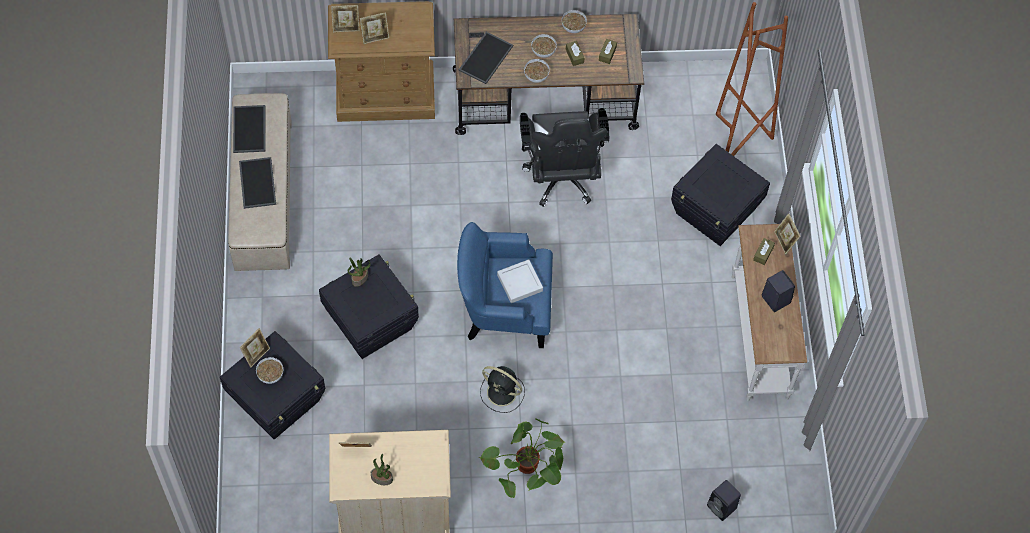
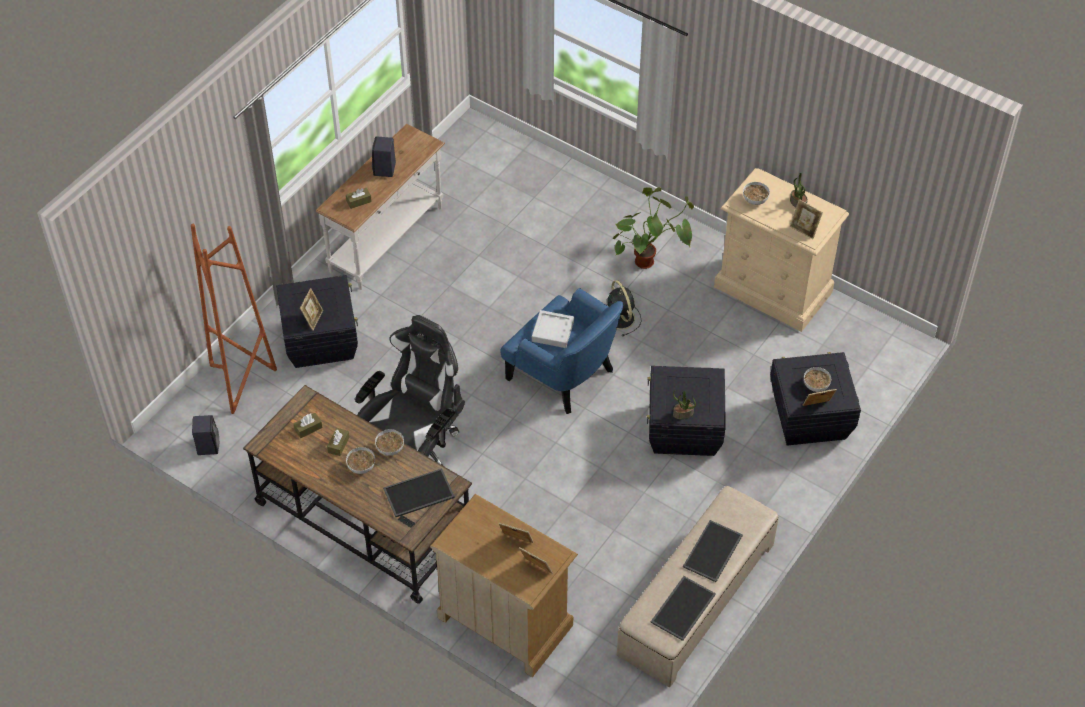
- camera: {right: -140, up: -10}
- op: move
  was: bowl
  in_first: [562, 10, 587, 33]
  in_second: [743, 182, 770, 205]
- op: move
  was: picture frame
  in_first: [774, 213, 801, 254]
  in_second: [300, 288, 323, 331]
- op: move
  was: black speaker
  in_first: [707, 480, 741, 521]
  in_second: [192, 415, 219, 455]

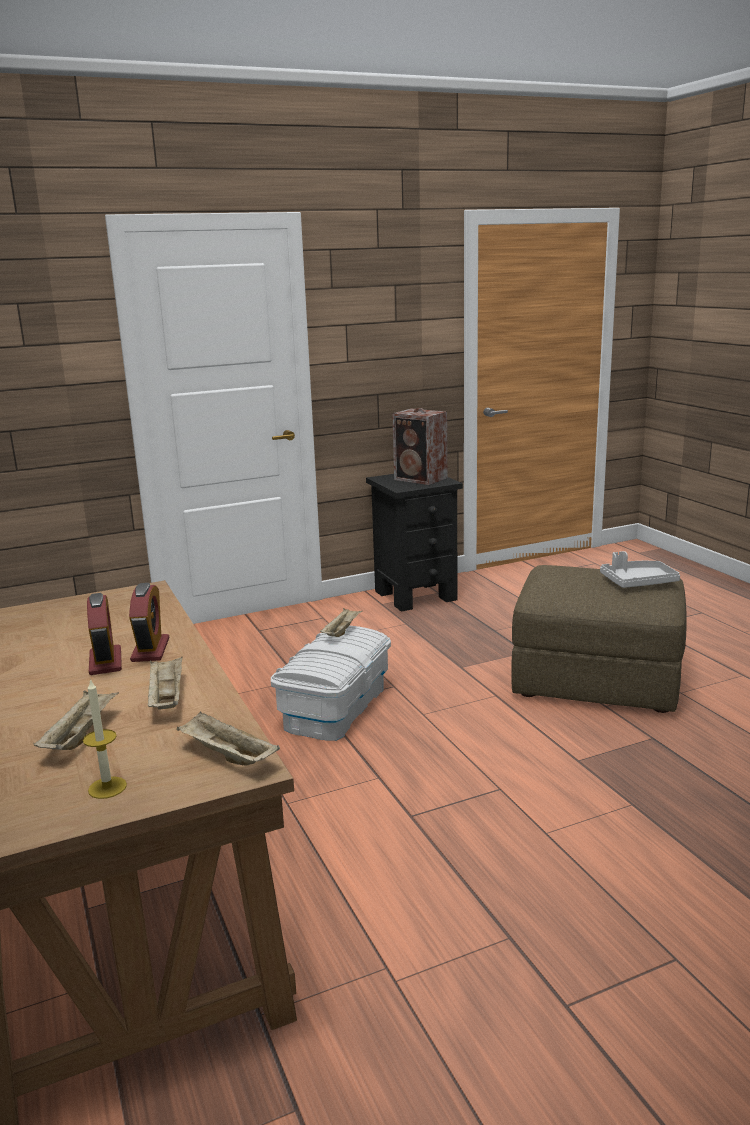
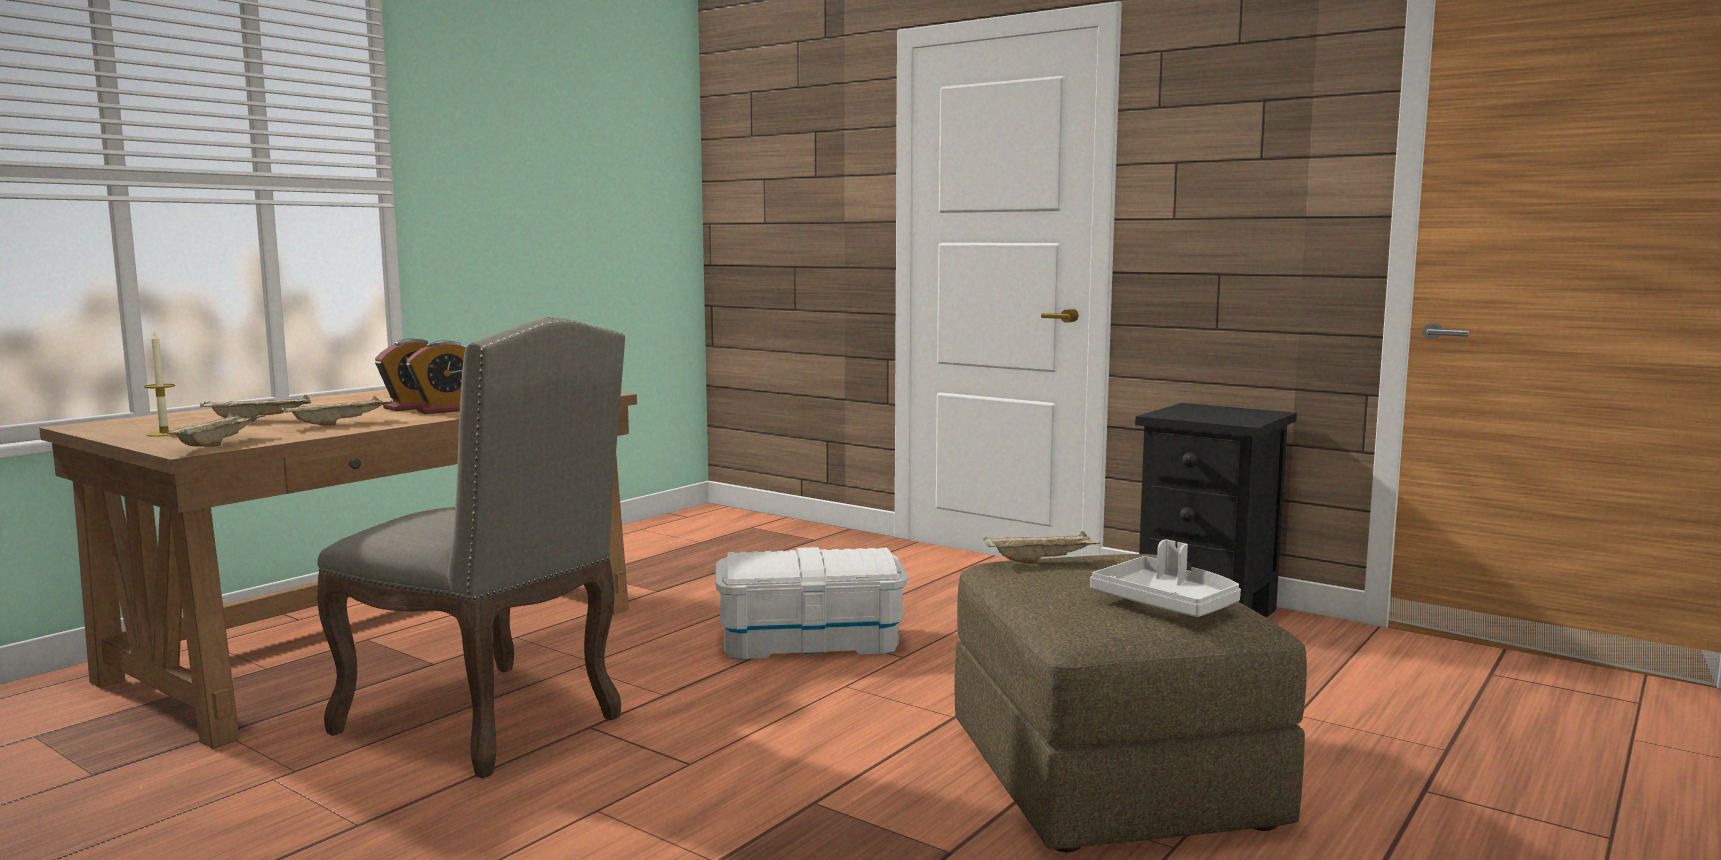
- camera: {right: 60, up: -10}
- op: delete
  was: speaker
  in_first: [392, 408, 447, 485]
- op: move
  was: beige tray
  in_first: [320, 608, 362, 637]
  in_second: [983, 531, 1100, 564]
- op: insert
  now: grey chair
  in_second: [317, 317, 625, 778]

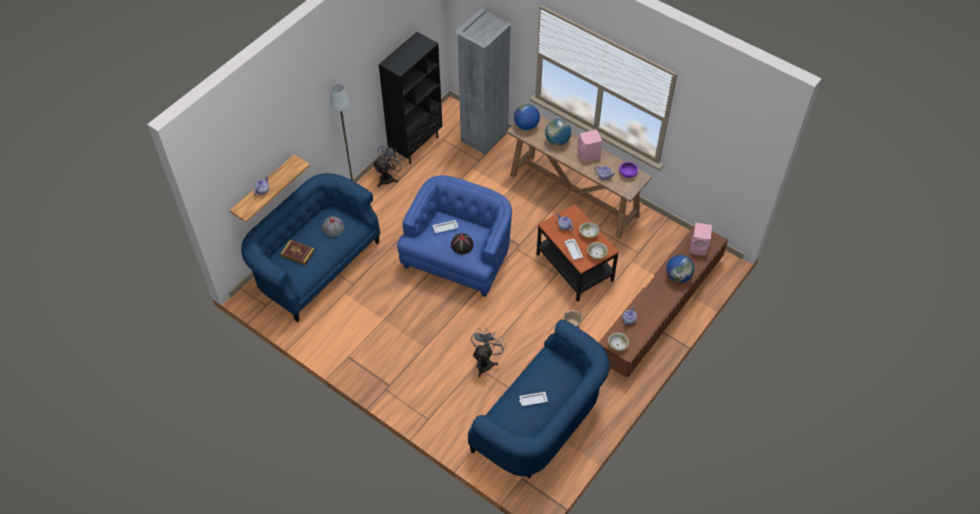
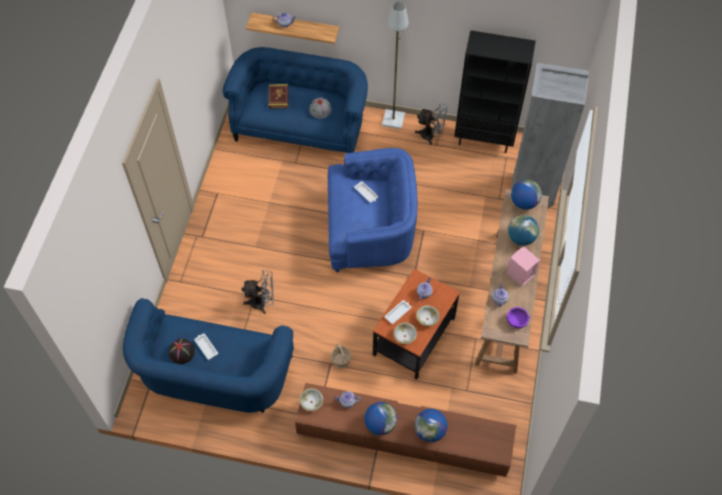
- camera: {right: 65, up: 5}
- op: delete
  was: pink speaker
  in_first: [690, 223, 712, 255]
- op: move
  was: black hat
  in_first: [451, 233, 474, 254]
  in_second: [169, 339, 195, 364]
- op: insert
  now: globe
  in_second: [364, 402, 397, 435]

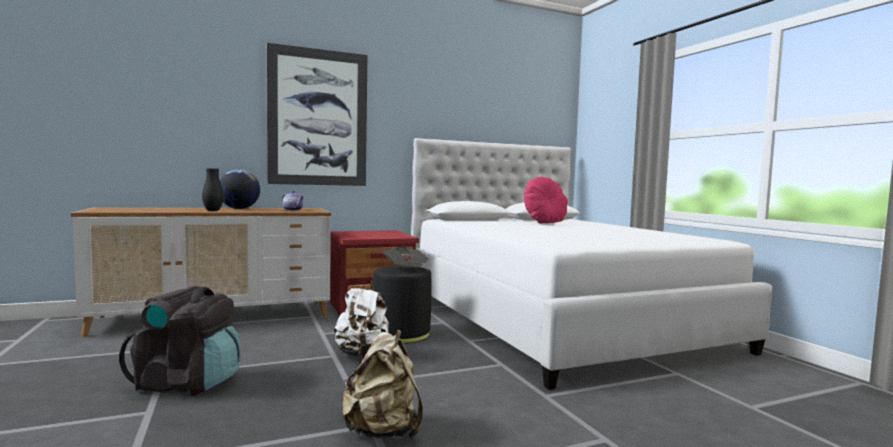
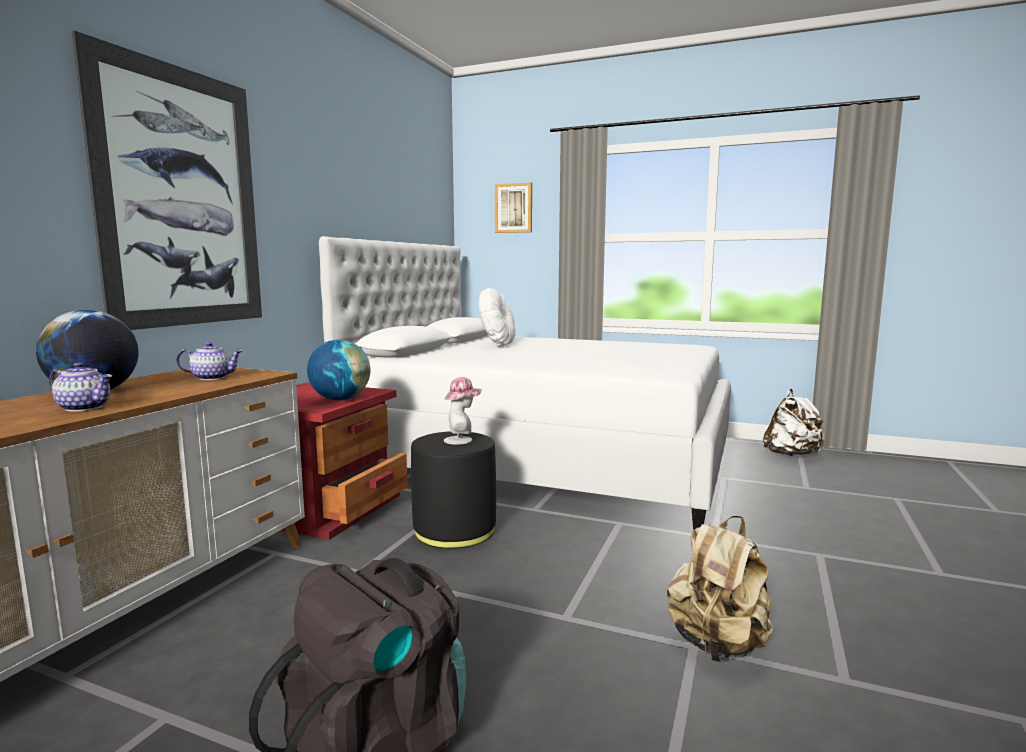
- camera: {right: -45, up: 5}
- op: replace
  was: black vase
  now: teapot
  in_first: [202, 168, 224, 211]
  in_second: [49, 362, 112, 412]
- op: recolor
  was: pink pillow
  now: white pillow
  in_first: [524, 177, 568, 224]
  in_second: [479, 288, 515, 347]
- op: replace
  was: newspaper
  now: hat
  in_first: [382, 247, 429, 267]
  in_second: [444, 377, 482, 445]
- op: move
  was: white backpack
  in_first: [334, 281, 389, 359]
  in_second: [763, 389, 825, 456]
- op: insert
  now: picture
  in_second: [495, 182, 532, 233]
- op: insert
  now: globe
  in_second: [307, 340, 370, 400]

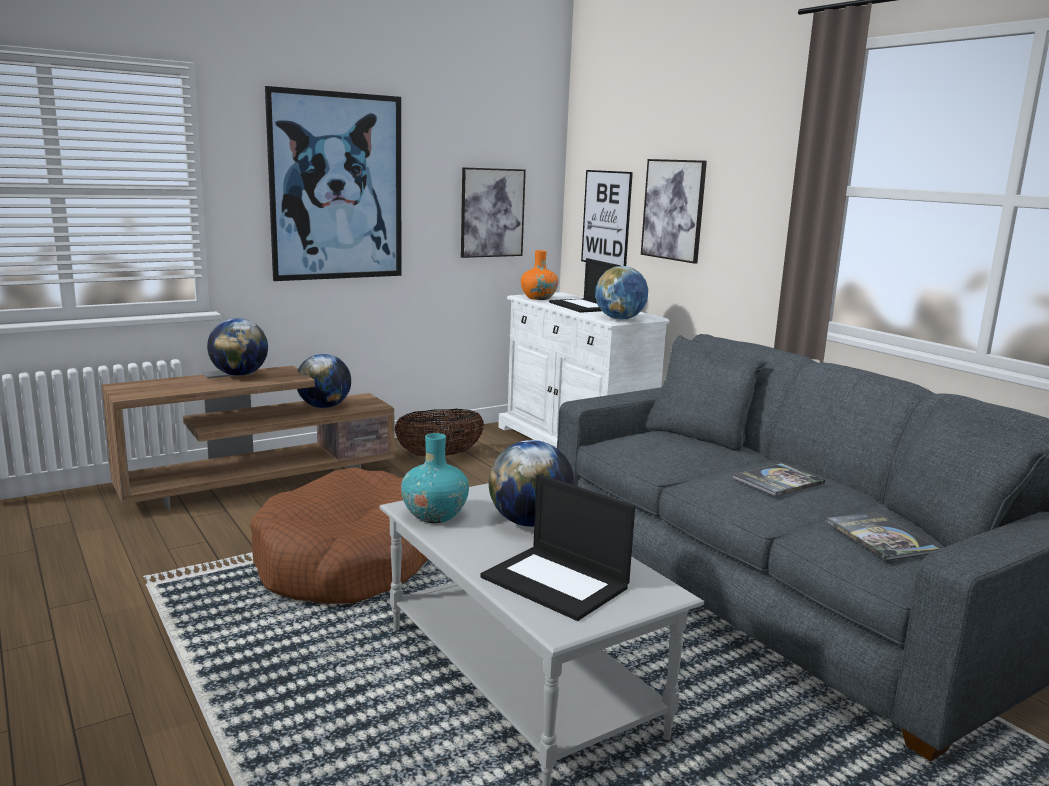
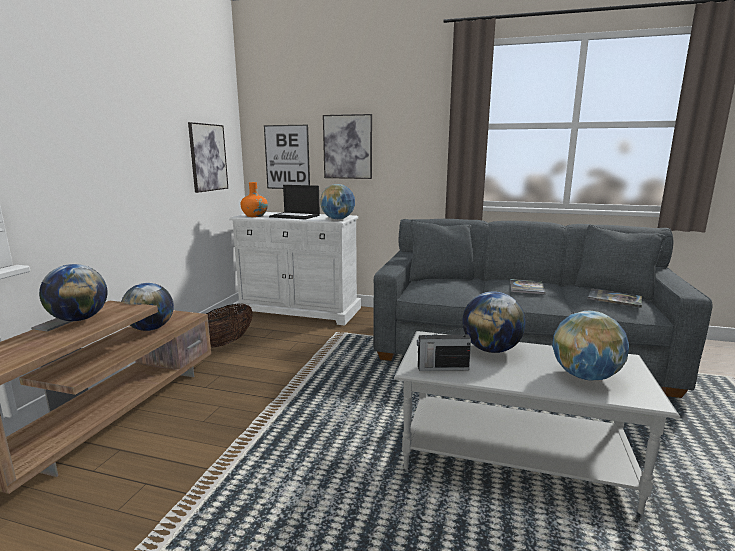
- camera: {right: -40, up: 0}
- op: delete
  was: picture
  in_first: [265, 86, 401, 281]
- op: replace
  was: turquoise vase
  now: radio
  in_first: [401, 433, 469, 523]
  in_second: [417, 327, 471, 371]
- op: delete
  was: brown dog bed
  in_first: [250, 467, 428, 604]
- op: replace
  was: laptop
  now: globe
  in_first: [480, 474, 635, 621]
  in_second: [552, 311, 629, 380]

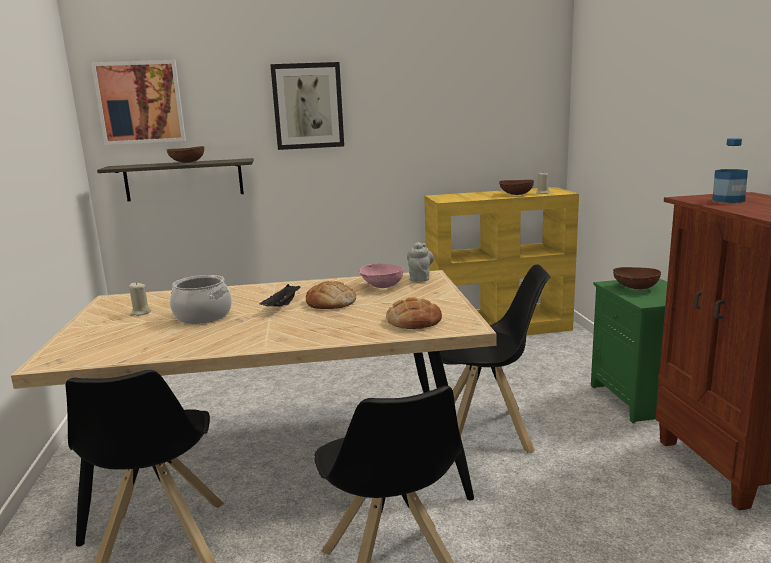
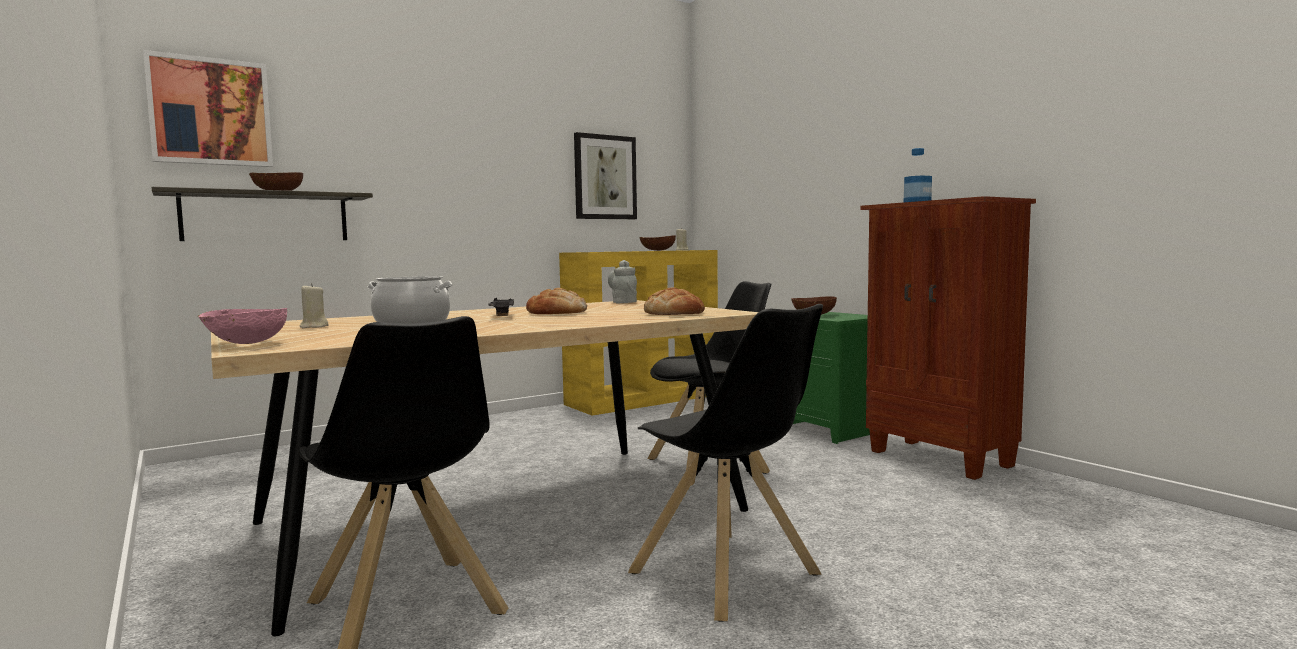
- camera: {right: -25, up: -10}
- op: move
  was: picture
  in_first: [270, 62, 344, 150]
  in_second: [574, 132, 637, 219]
- op: move
  was: pink bowl
  in_first: [359, 264, 403, 288]
  in_second: [198, 308, 287, 344]

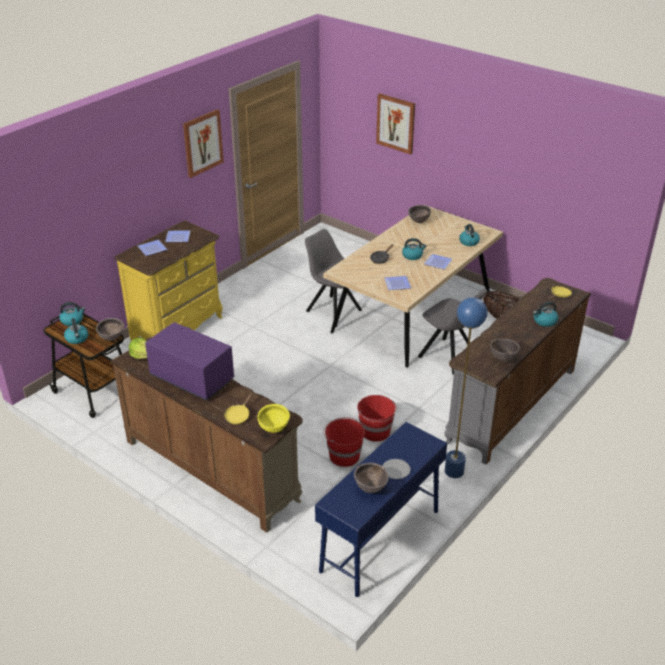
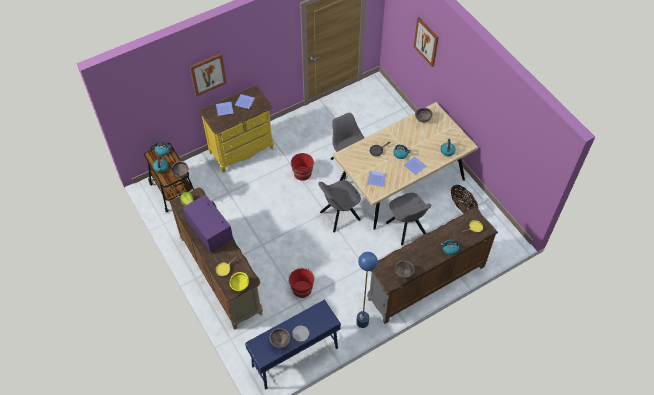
- camera: {right: 20, up: 20}
- op: move
  was: picture
  in_first: [183, 109, 224, 178]
  in_second: [190, 54, 226, 96]
- op: move
  was: red bucket
  in_first: [357, 395, 397, 442]
  in_second: [291, 153, 314, 181]
- op: insert
  now: grey chair
  in_second: [318, 180, 361, 232]

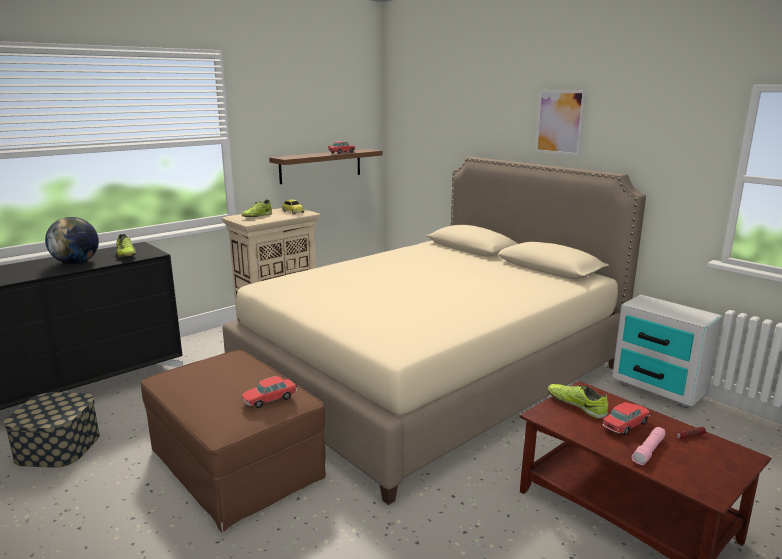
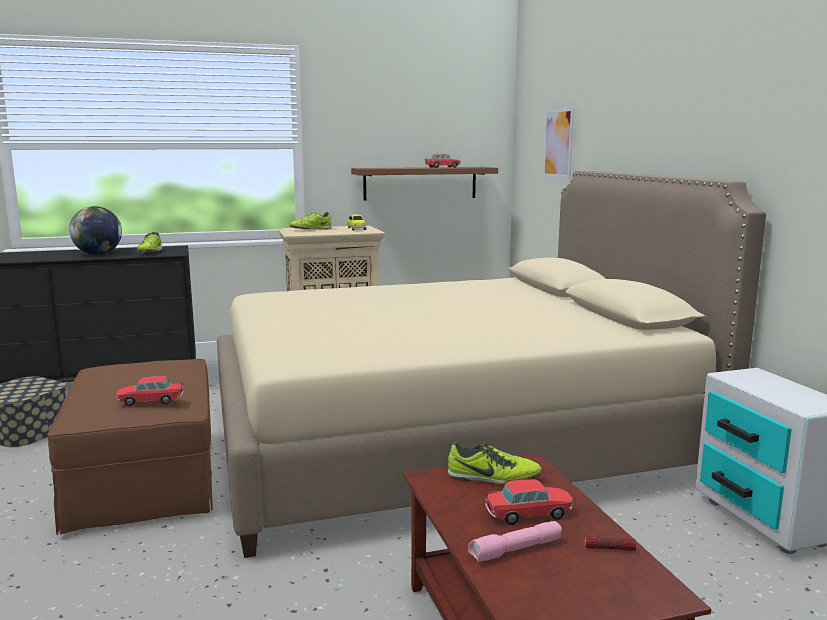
- camera: {right: 25, up: -5}
- op: move
  was: picture
  in_first: [535, 90, 586, 156]
  in_second: [543, 108, 574, 179]
- op: rotate
  was: shoe
  in_first: [548, 384, 608, 419]
  in_second: [448, 442, 542, 484]
  clockwise: 120

